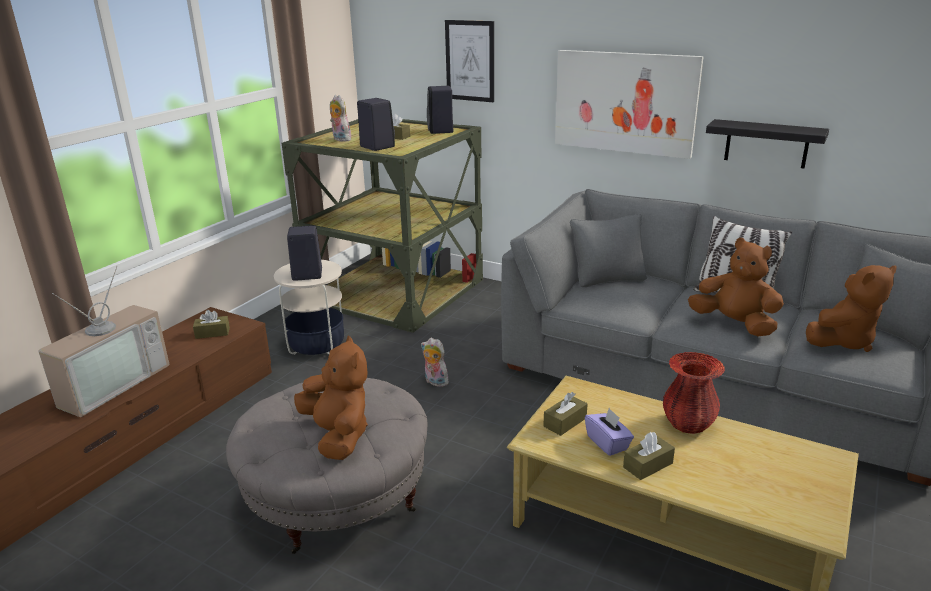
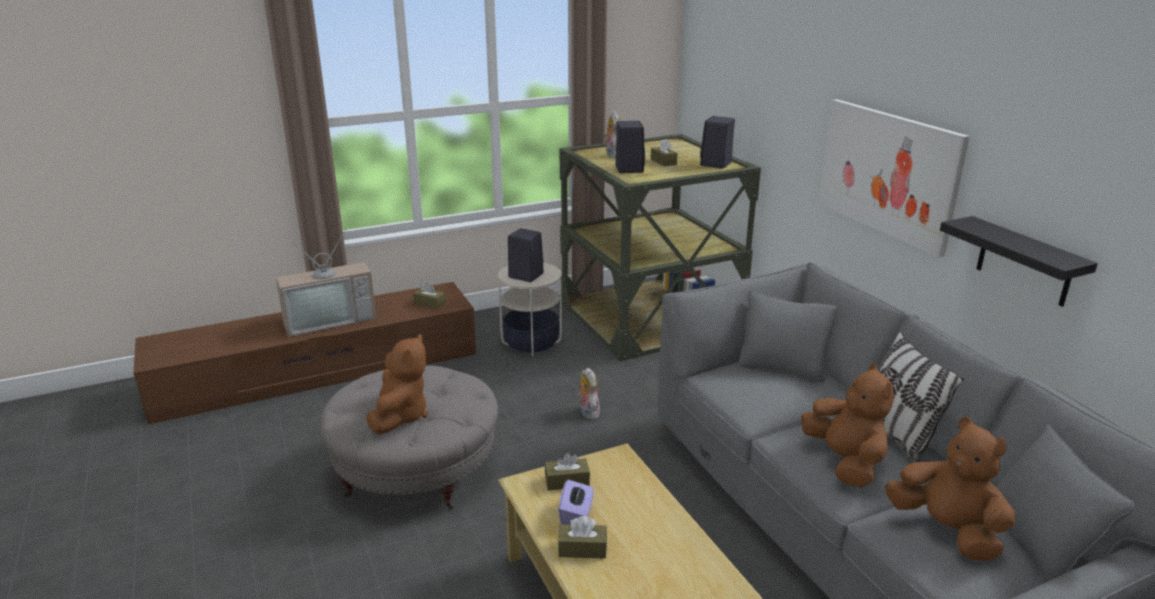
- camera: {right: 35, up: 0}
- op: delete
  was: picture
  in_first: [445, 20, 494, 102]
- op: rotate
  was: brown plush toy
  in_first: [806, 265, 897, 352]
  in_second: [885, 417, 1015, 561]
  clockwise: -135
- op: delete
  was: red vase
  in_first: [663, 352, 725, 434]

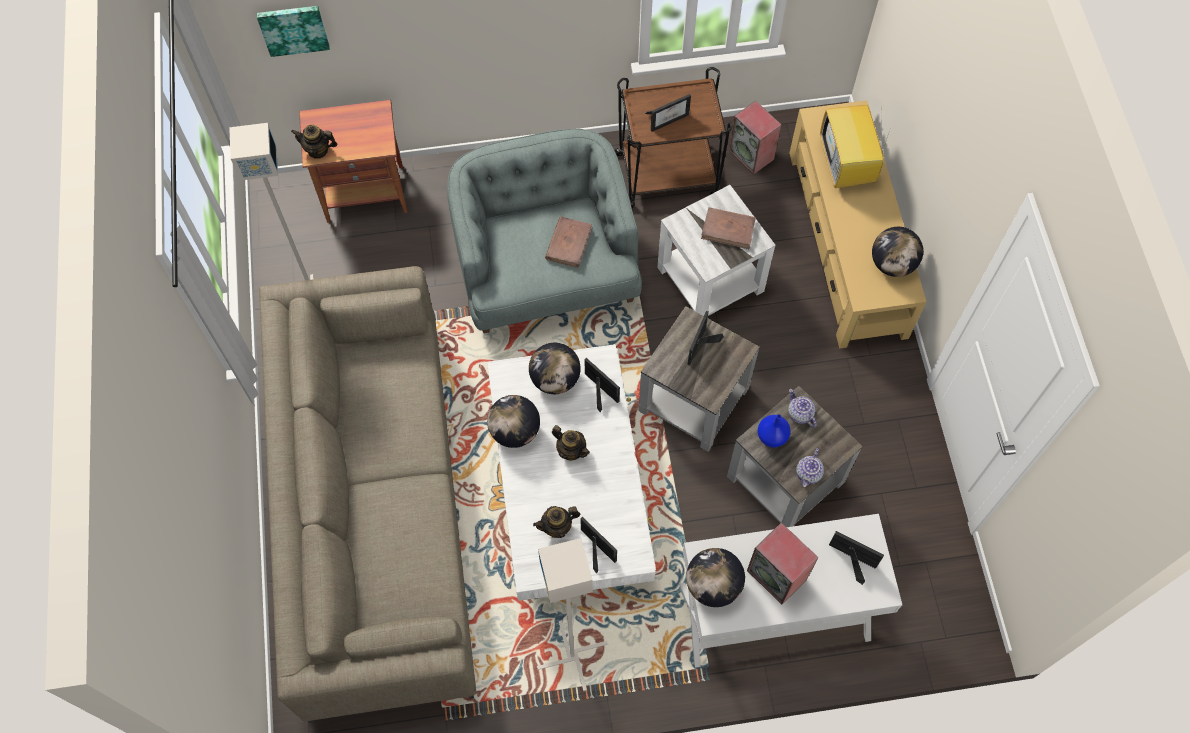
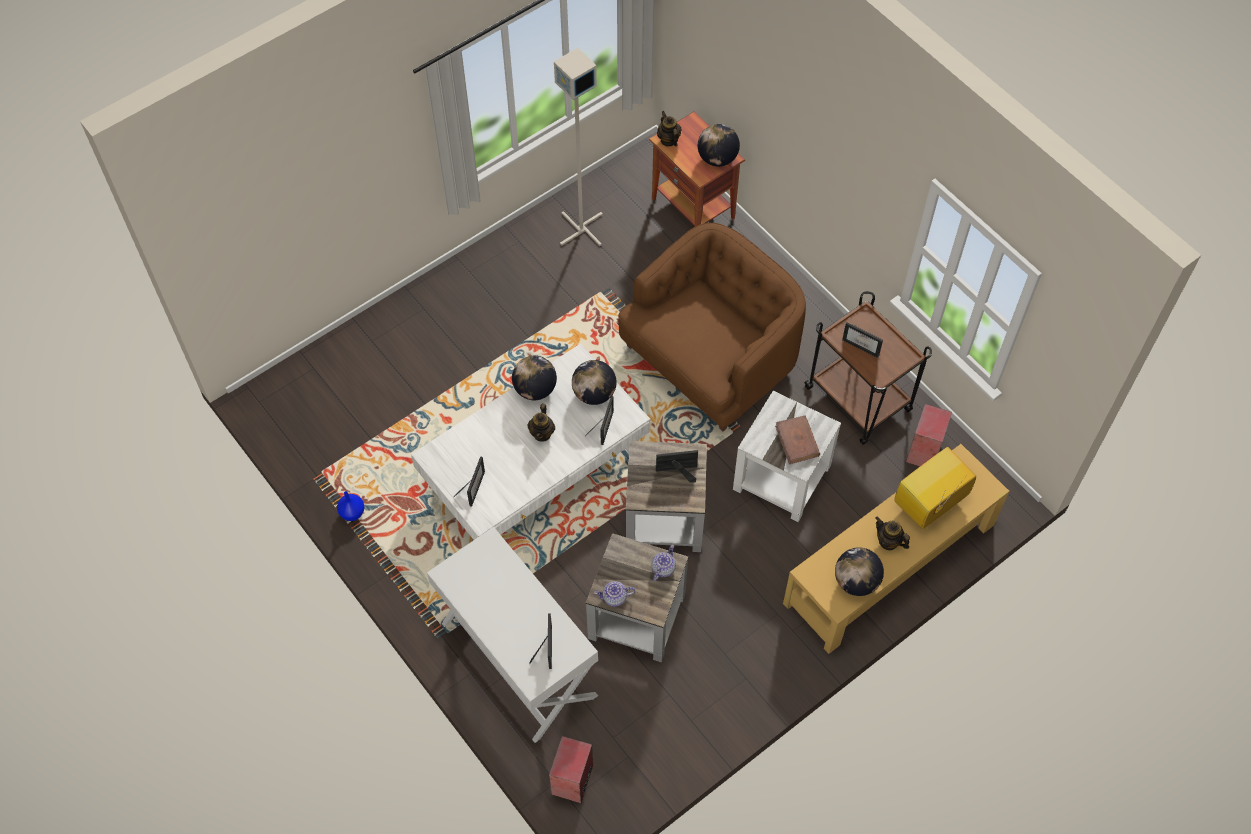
- camera: {right: 60, up: -5}
- op: delete
  was: picture
  in_first: [257, 6, 330, 57]
- op: recolor
  was: grey armchair
  now: brown armchair
  in_first: [447, 129, 642, 334]
  in_second: [618, 223, 806, 431]
- op: delete
  was: brown book
  in_first: [545, 216, 593, 268]
- op: delete
  was: beige sofa
  in_first: [259, 266, 476, 723]
- op: move
  was: blue vase
  in_first: [758, 414, 791, 448]
  in_second: [337, 491, 364, 521]
- op: move
  was: teapot
  in_first: [533, 506, 581, 538]
  in_second: [875, 516, 910, 550]
- op: move
  was: speaker
  in_first: [747, 523, 819, 604]
  in_second: [549, 736, 593, 803]
- op: delete
  was: grey floor lamp
  in_first: [537, 538, 608, 691]
- op: move
  was: globe
  in_first: [686, 548, 745, 607]
  in_second: [698, 124, 740, 167]

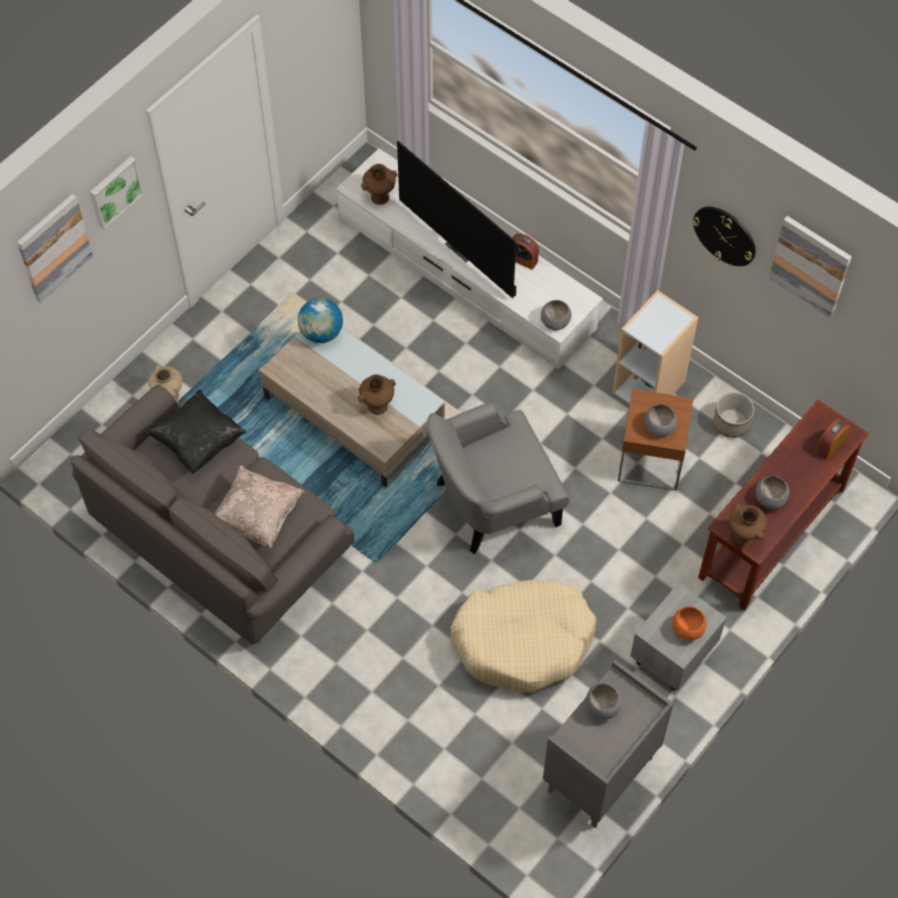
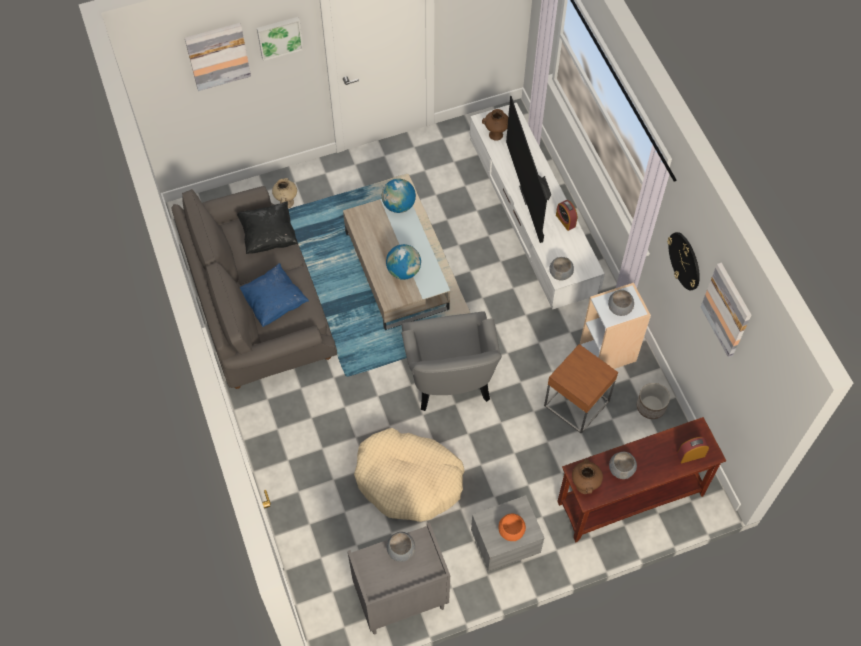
- camera: {right: 30, up: 0}
- op: replace
  was: brown vase
  now: globe
  in_first: [358, 374, 396, 415]
  in_second: [386, 244, 421, 280]
- op: rotate
  was: grey armchair
  in_first: [427, 401, 570, 554]
  in_second: [401, 311, 502, 411]
  clockwise: -105
- op: move
  was: grey bowl
  in_first: [645, 404, 677, 437]
  in_second: [608, 290, 634, 316]
- op: recolor
  was: beige pillow
  now: blue pillow
  in_first: [214, 465, 305, 548]
  in_second: [239, 263, 309, 327]

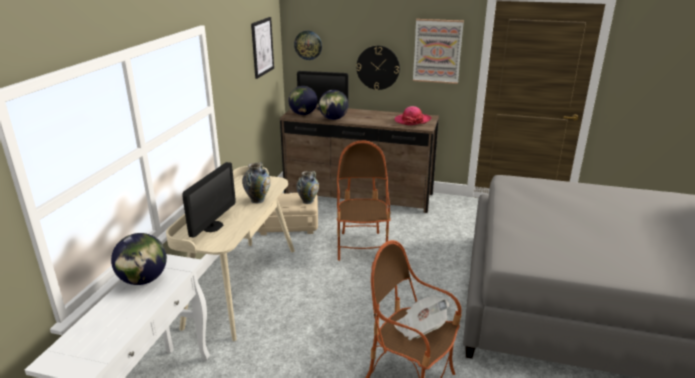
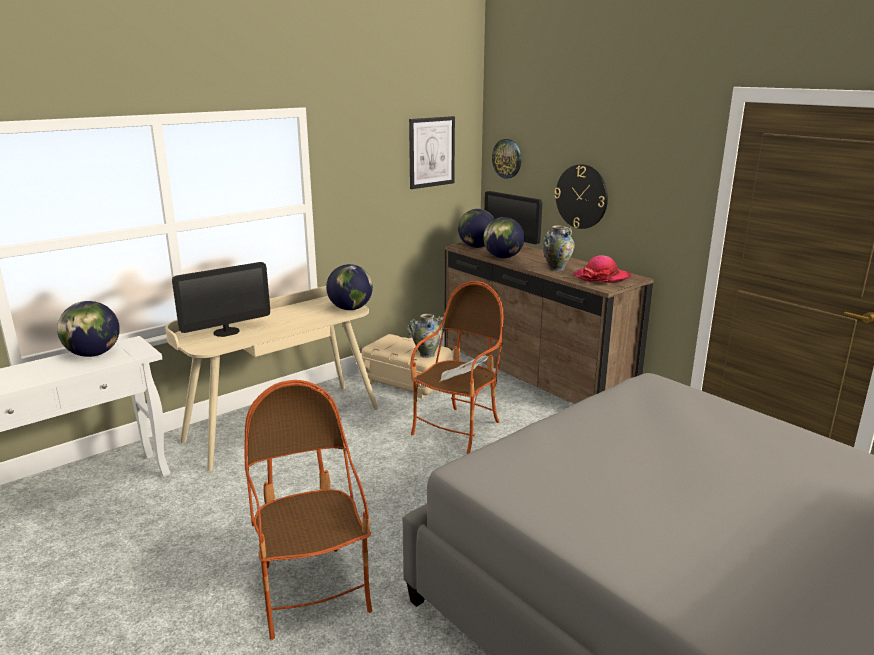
- camera: {right: 35, up: -5}
- op: delete
  was: picture
  in_first: [413, 19, 464, 84]
- op: move
  was: vase
  in_first: [242, 162, 271, 203]
  in_second: [543, 225, 574, 271]
- op: move
  was: newspaper
  in_first: [394, 295, 450, 340]
  in_second: [439, 355, 488, 382]
- op: insert
  now: globe
  in_second: [326, 264, 373, 310]

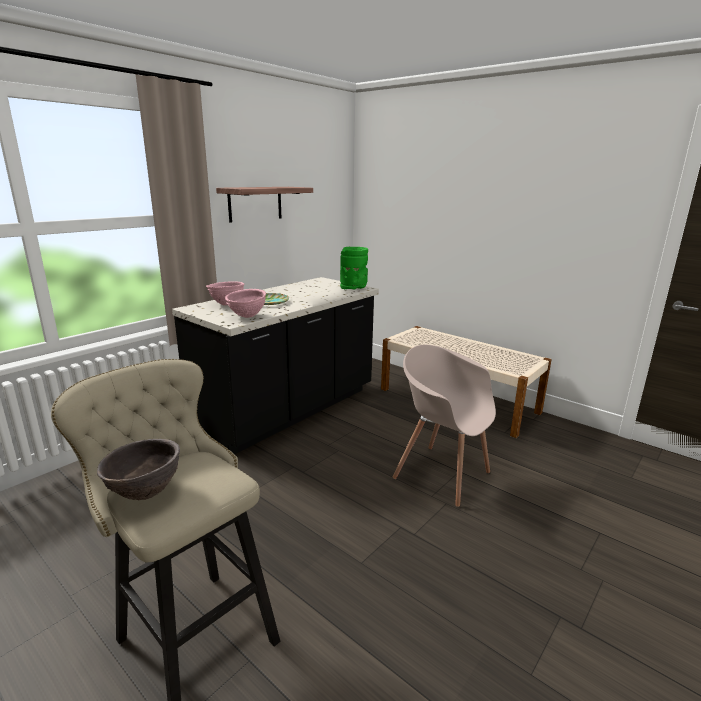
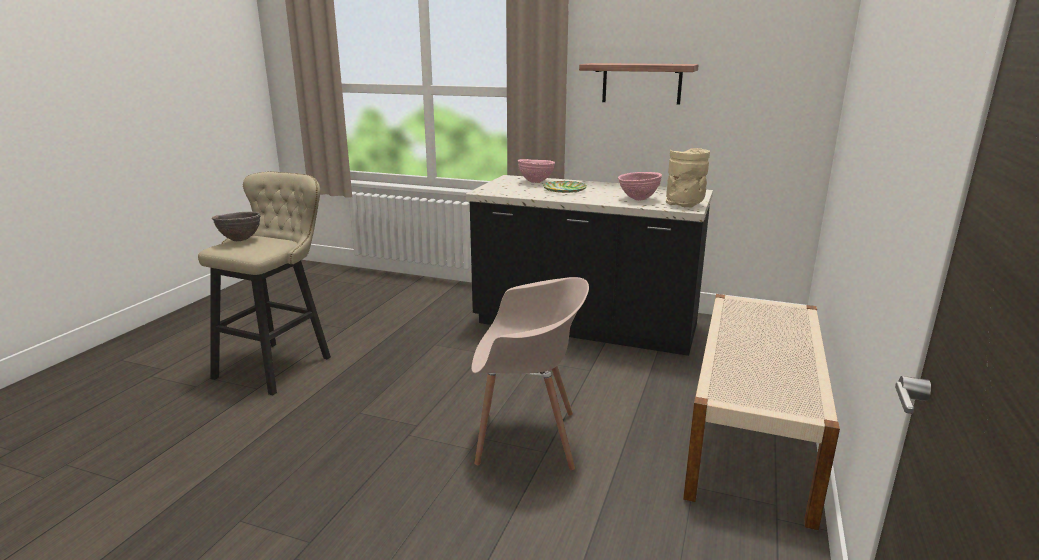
- camera: {right: 70, up: 0}
- op: recolor
  was: green vase
  now: beige vase
  in_first: [340, 247, 368, 290]
  in_second: [666, 148, 710, 207]
- op: move
  was: pink bowl
  in_first: [225, 289, 266, 318]
  in_second: [618, 172, 662, 200]
- op: rotate
  was: beige chair
  in_first: [393, 345, 496, 507]
  in_second: [471, 277, 589, 470]
  clockwise: 75

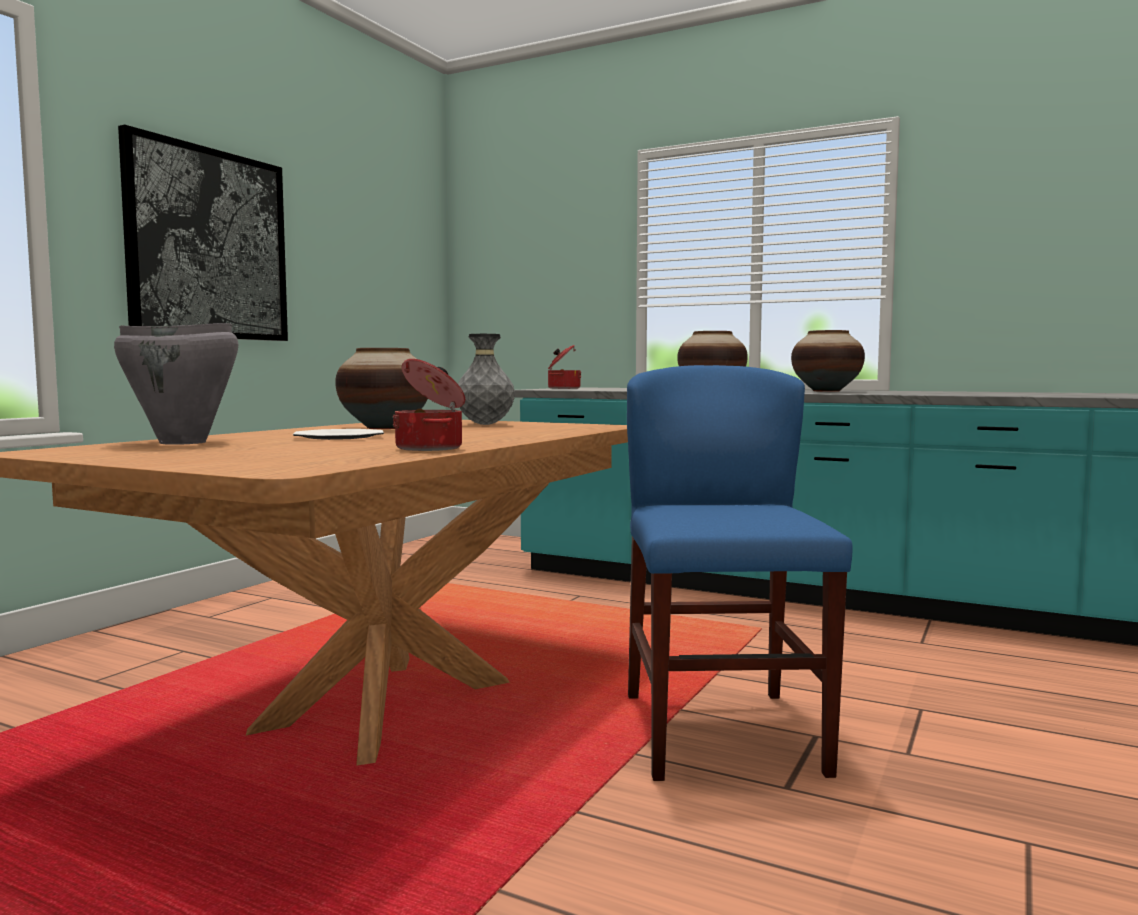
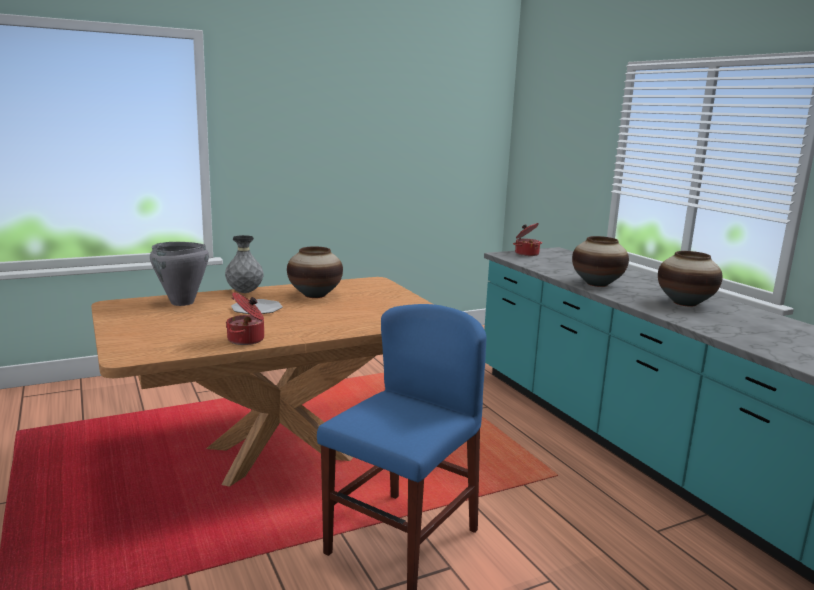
- camera: {right: 35, up: 10}
- op: delete
  was: picture
  in_first: [118, 125, 288, 341]
- op: move
  was: grey vase
  in_first: [458, 334, 515, 425]
  in_second: [225, 235, 264, 293]

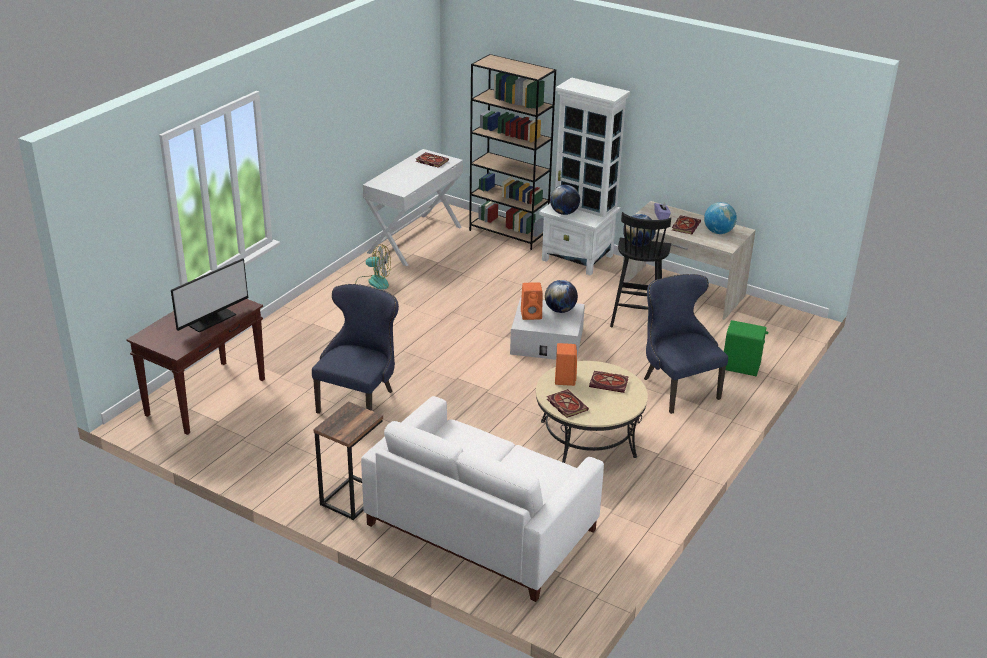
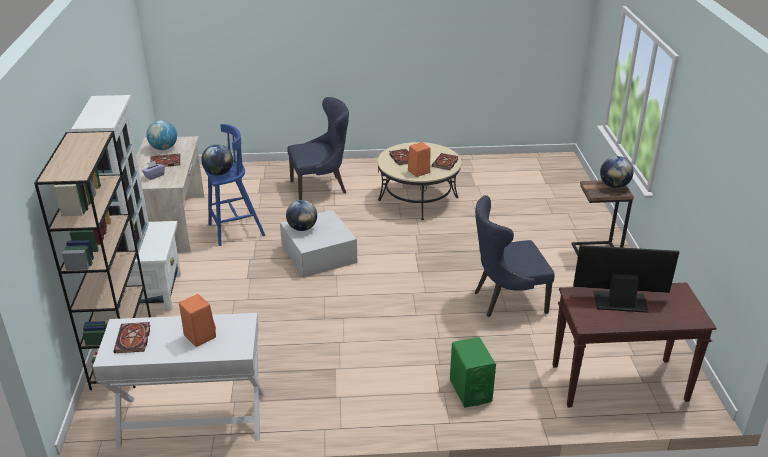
- camera: {right: -125, up: 0}
- op: move
  was: globe
  in_first: [550, 185, 580, 215]
  in_second: [600, 156, 634, 188]
- op: recolor
  was: black stool
  now: blue stool
  in_first: [610, 212, 671, 327]
  in_second: [202, 124, 265, 246]
- op: delete
  was: fan
  in_first: [355, 244, 391, 289]
- op: rotate
  was: blue chair
  in_first: [644, 274, 728, 414]
  in_second: [287, 97, 349, 200]
  clockwise: -135
- op: move
  was: orange speaker
  in_first: [521, 282, 543, 320]
  in_second: [179, 294, 216, 347]
- op: move
  was: green speaker
  in_first: [724, 320, 768, 377]
  in_second: [450, 337, 496, 408]
- op: delete
  was: white sofa
  in_first: [361, 396, 604, 602]

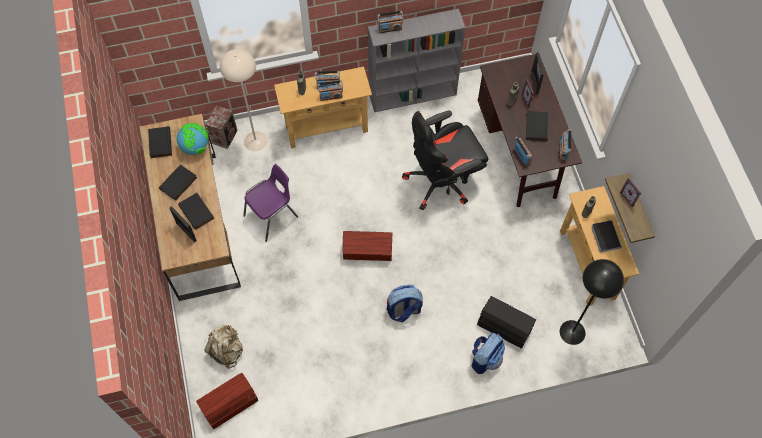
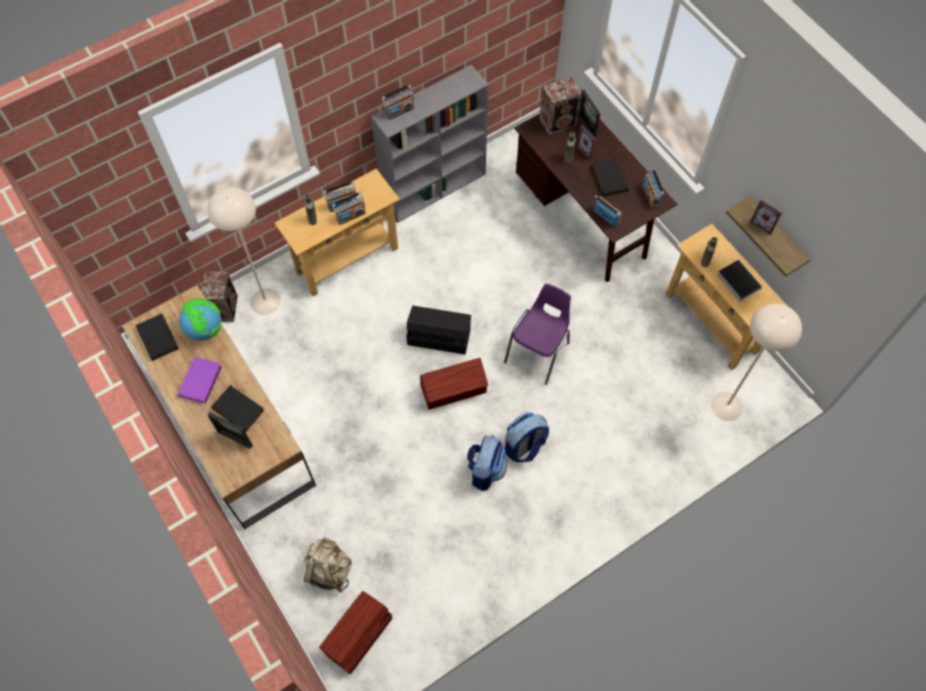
- camera: {right: -20, up: 0}
- op: delete
  was: black office chair
  in_first: [402, 111, 488, 210]
- op: recolor
  was: black book
  now: purple book
  in_first: [159, 164, 197, 200]
  in_second: [178, 357, 222, 404]
- op: move
  was: purple chair
  in_first: [243, 164, 298, 242]
  in_second: [504, 283, 571, 385]
- op: recolor
  was: black floor lamp
  now: beige floor lamp
  in_first: [560, 259, 624, 345]
  in_second: [711, 304, 802, 421]
- op: move
  was: black storage box
  in_first: [477, 296, 536, 349]
  in_second: [406, 306, 471, 354]
- op: move
  was: backpack
  in_first: [472, 333, 505, 374]
  in_second: [467, 435, 507, 491]
- op: insert
  now: speaker
  in_second: [539, 76, 582, 135]

